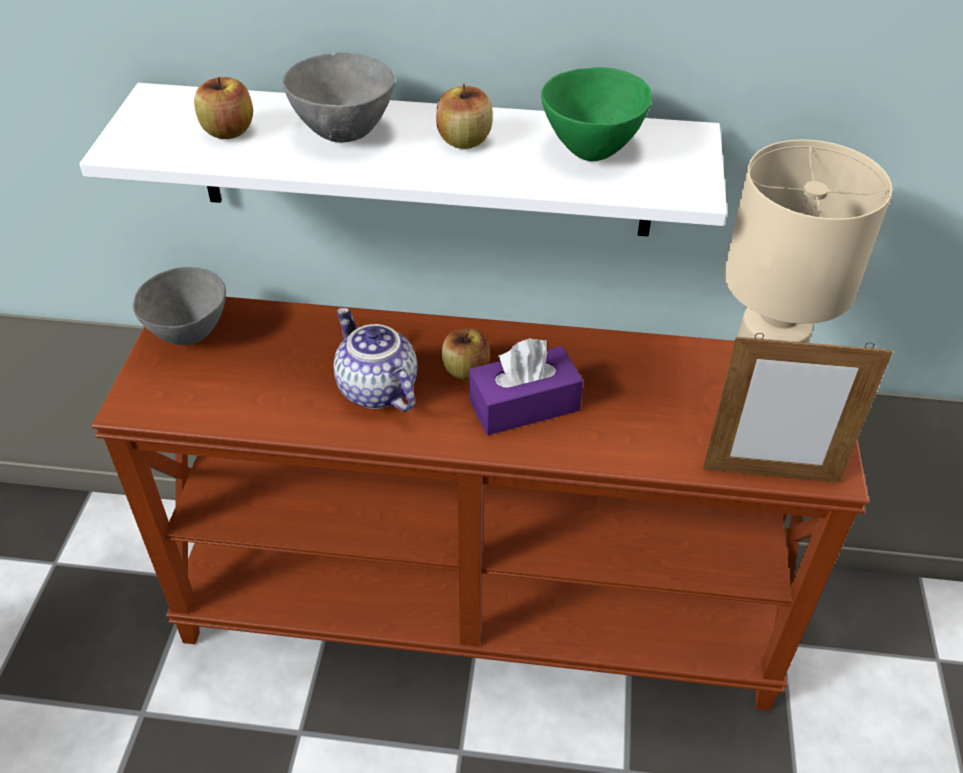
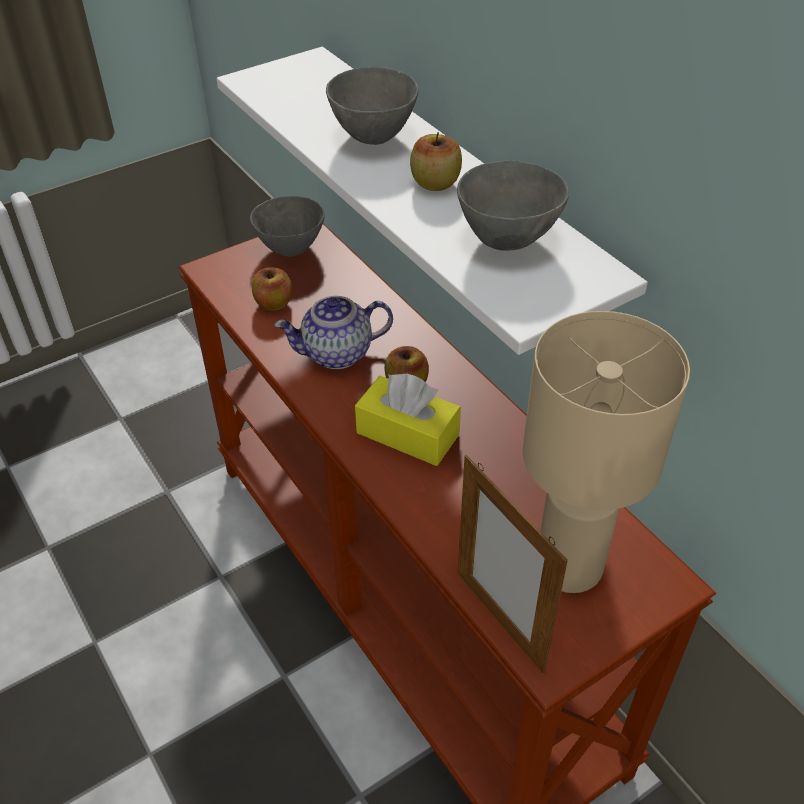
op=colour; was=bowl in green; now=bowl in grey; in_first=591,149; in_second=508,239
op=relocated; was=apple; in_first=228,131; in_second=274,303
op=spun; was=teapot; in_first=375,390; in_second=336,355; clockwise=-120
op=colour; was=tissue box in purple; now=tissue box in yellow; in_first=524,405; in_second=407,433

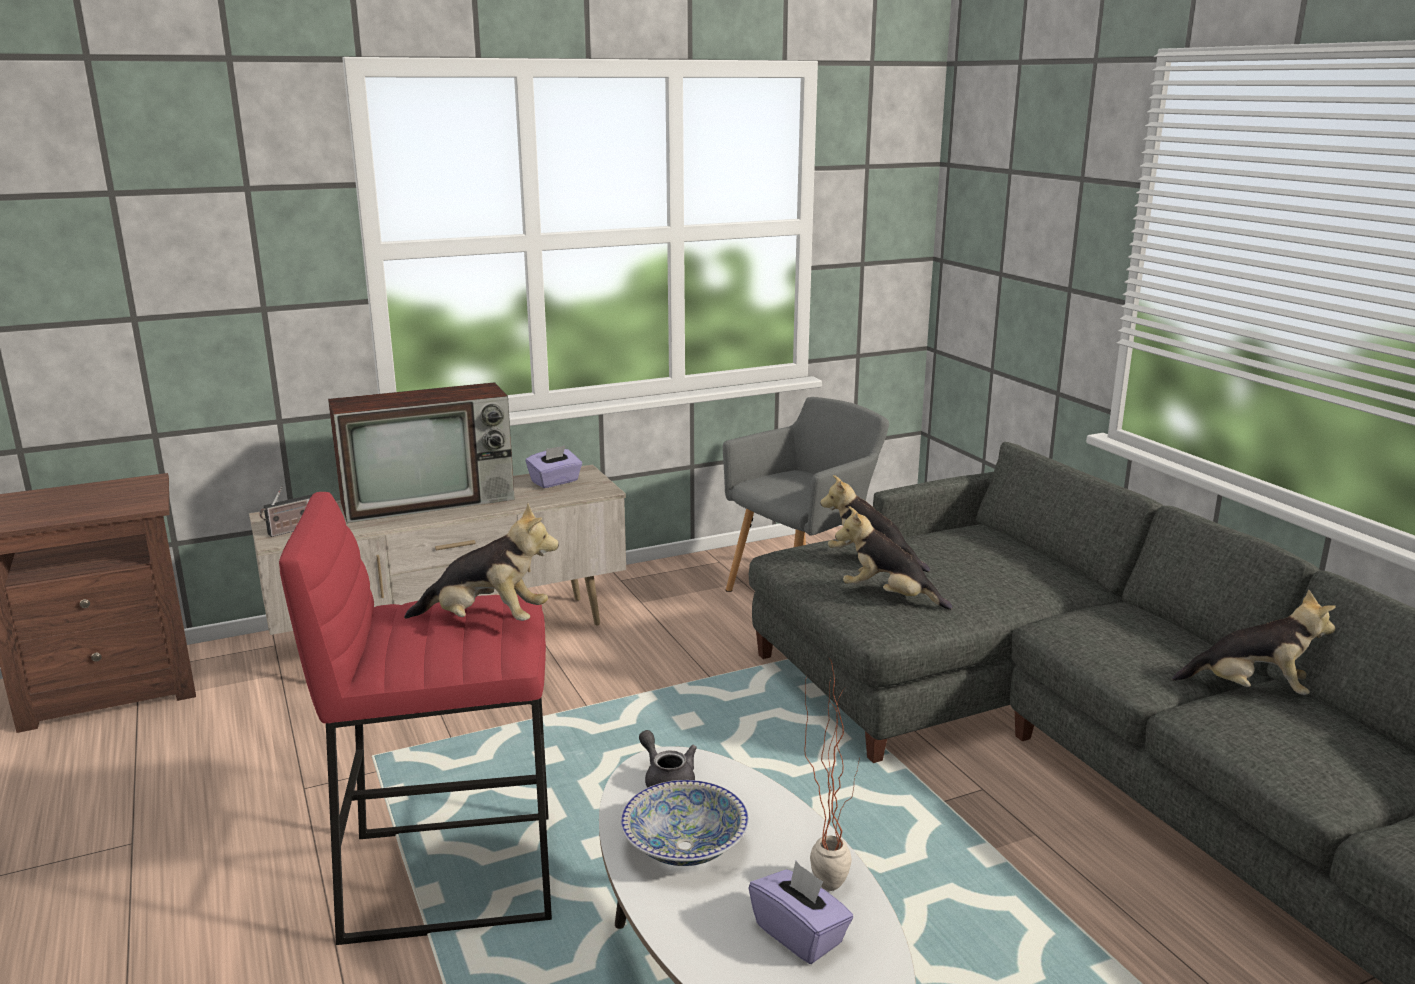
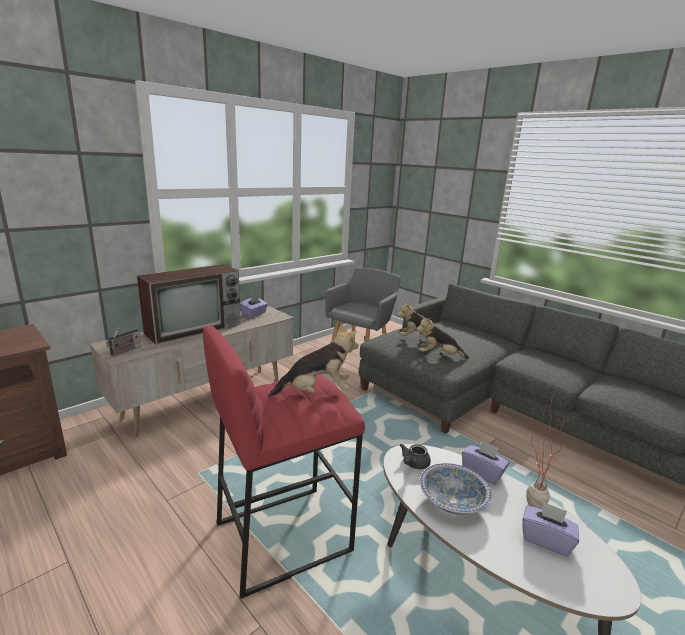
op=missing; was=plush toy; in_first=1251,689
op=spun; was=teapot in grey; in_first=666,780; in_second=413,464; clockwise=-90
op=appeared; now=tissue box in purple; in_second=482,472

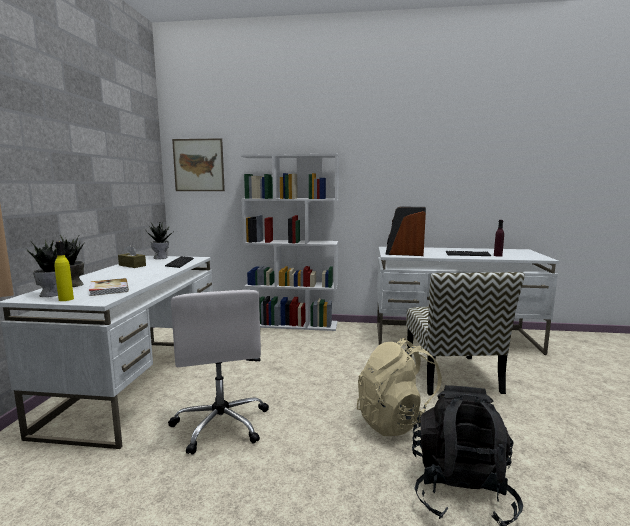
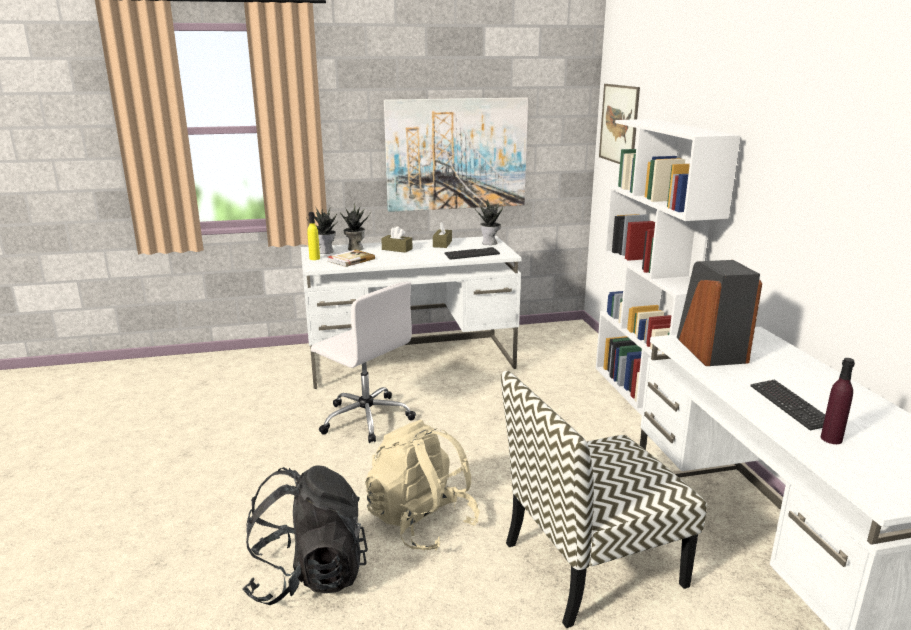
op=spun; was=office chair in white; in_first=221,424; in_second=365,418; clockwise=-105
op=appeared; now=picture; in_second=456,154
op=appeared; now=tissue box in brown; in_second=397,249

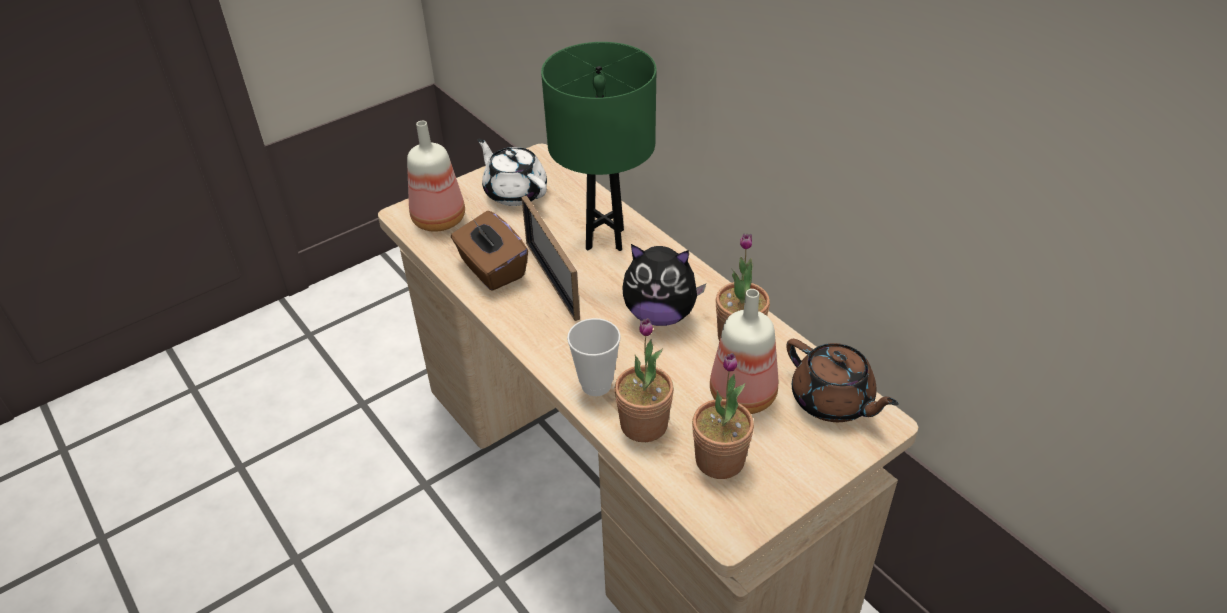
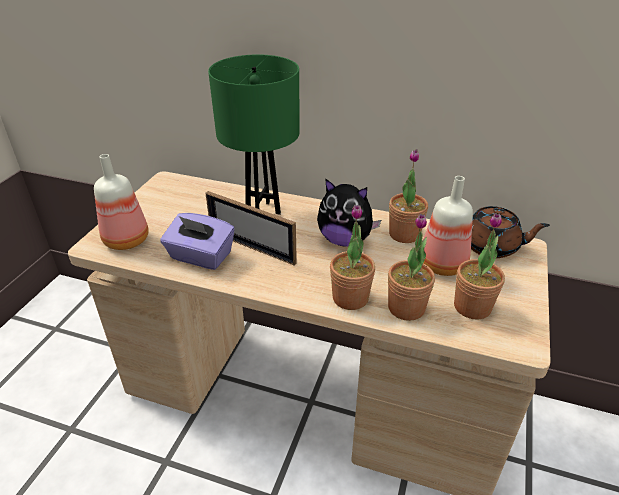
op=missing; was=teapot in white; in_first=515,192
op=colour; was=tissue box in brown; now=tissue box in purple; in_first=491,269; in_second=200,257
op=spun; was=plush toy; in_first=660,315; in_second=345,240; clockwise=45
op=exchanged; was=cup; now=potted plant; in_first=596,385; in_second=350,298

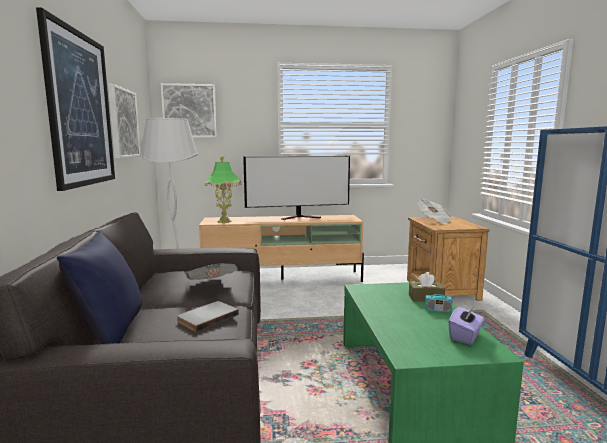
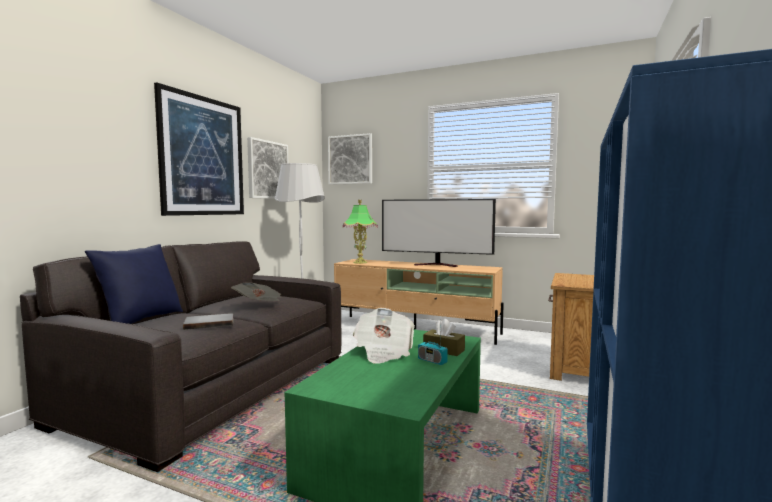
op=relocated; was=newspaper; in_first=434,220; in_second=383,352
op=missing; was=tissue box in purple; in_first=465,336

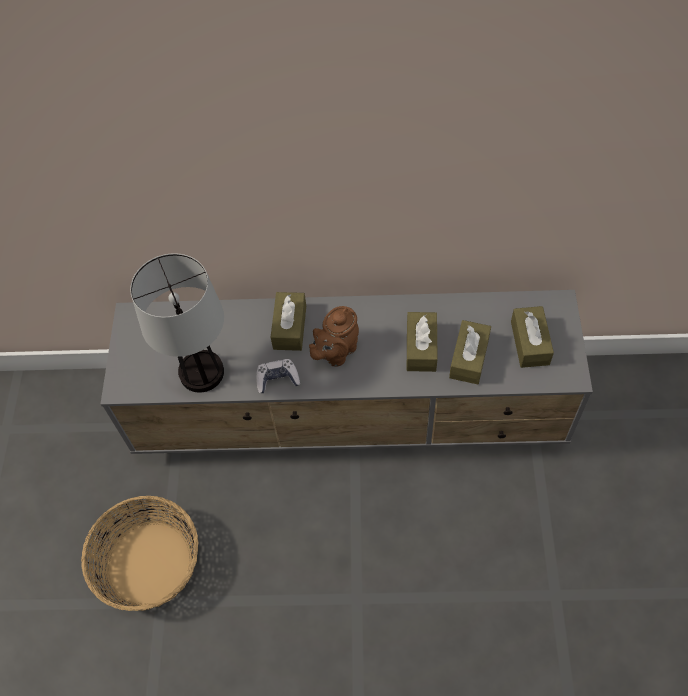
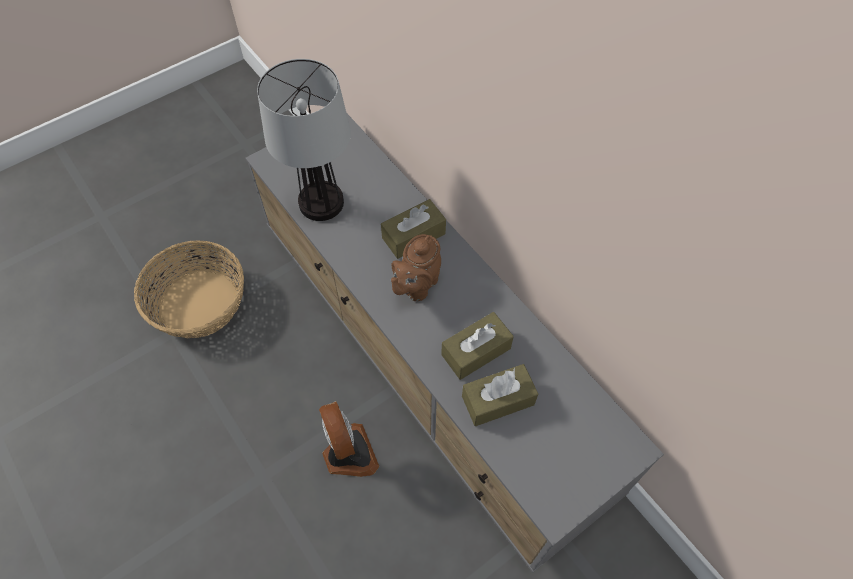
op=spun; was=teapot in brown; in_first=336,352; in_second=416,286; clockwise=-60
op=missing; was=tissue box in brown; in_first=530,343
op=missing; was=game controller; in_first=277,379
op=appeared; now=fan; in_second=348,454

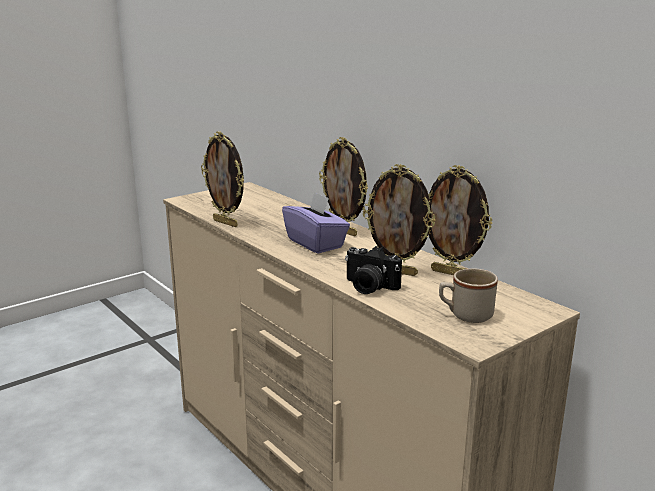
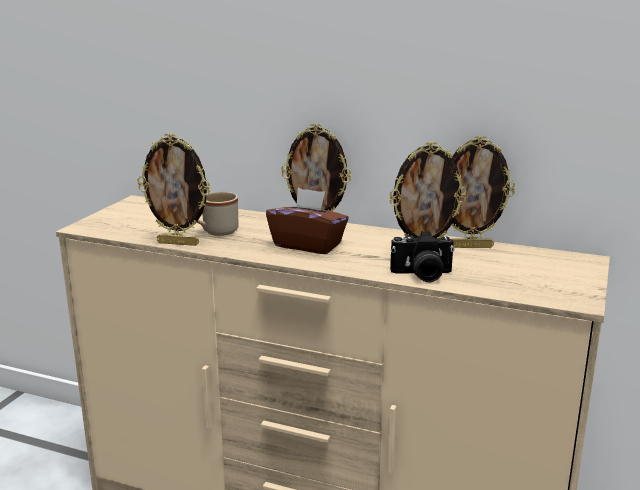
op=colour; was=tissue box in purple; now=tissue box in brown; in_first=316,243; in_second=308,245
op=relocated; was=mug in beige; in_first=465,315; in_second=215,232

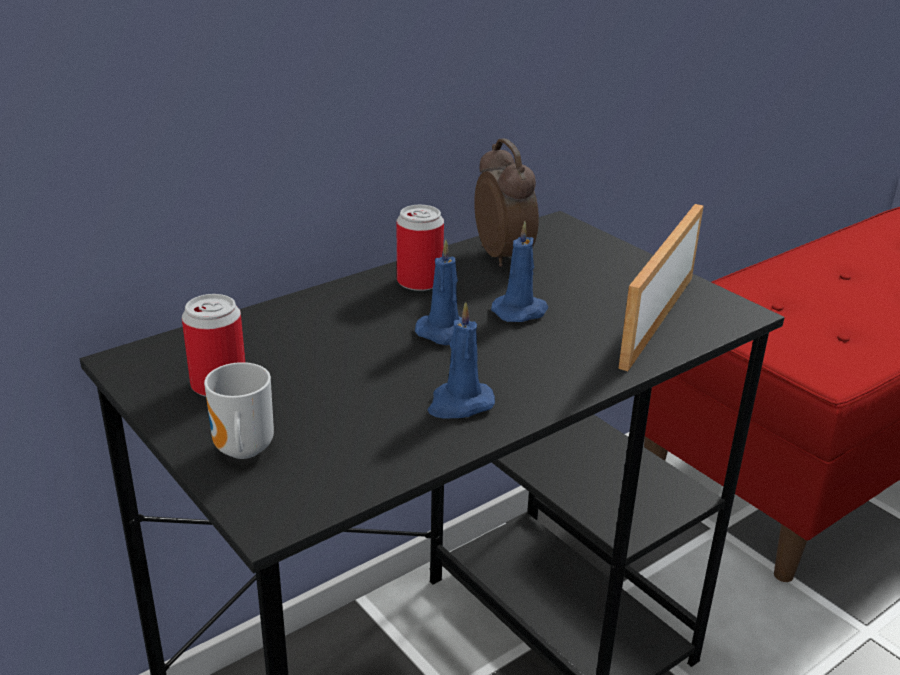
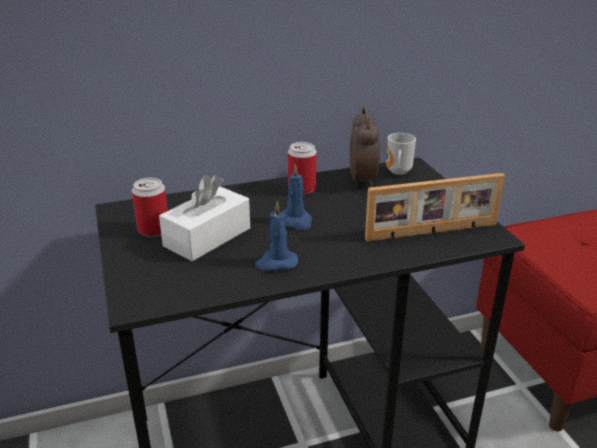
op=spun; was=picture frame; in_first=654,319; in_second=432,232; clockwise=-150
op=missing; was=candle in blue; in_first=521,311
op=relocated; was=mug; in_first=241,452; in_second=397,172
op=appeared; now=tissue box in white; in_second=207,237

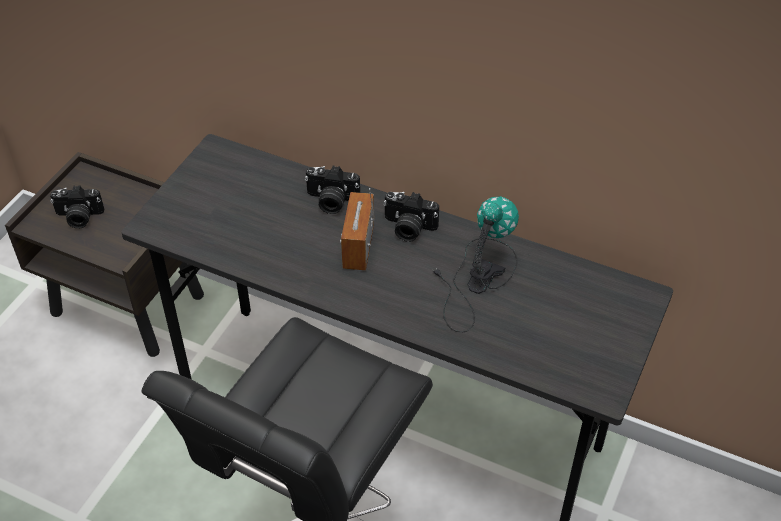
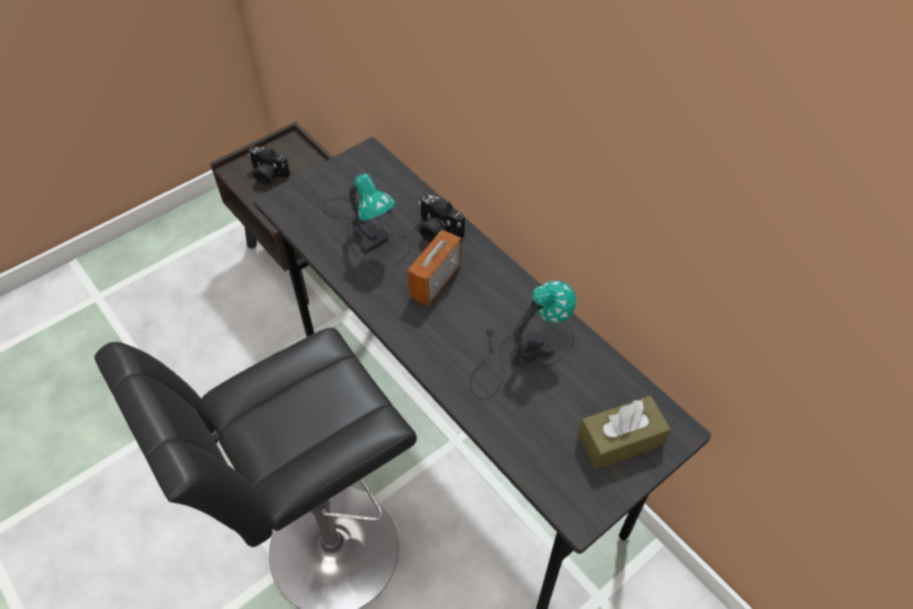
op=missing; was=photo camera; in_first=408,228
op=appeared; now=table lamp; in_second=368,230
op=appeared; now=tissue box in brown; in_second=620,440

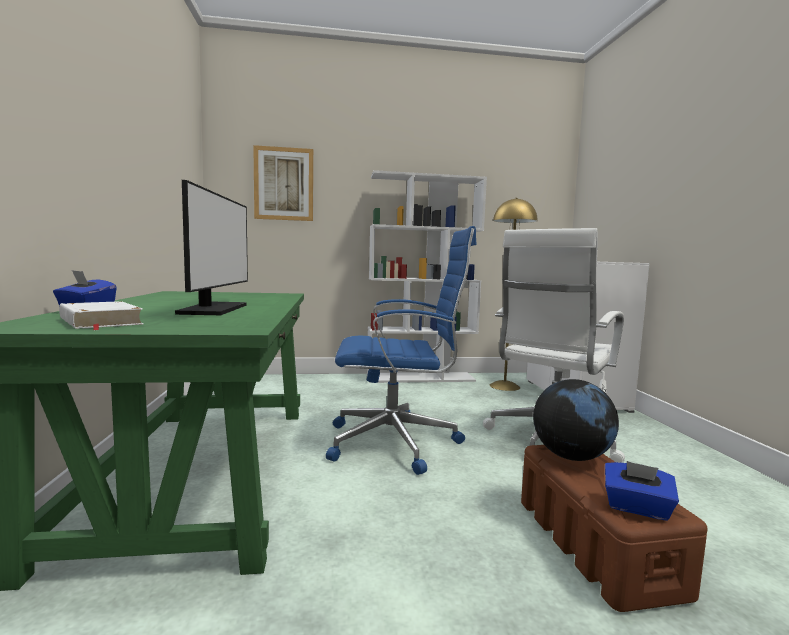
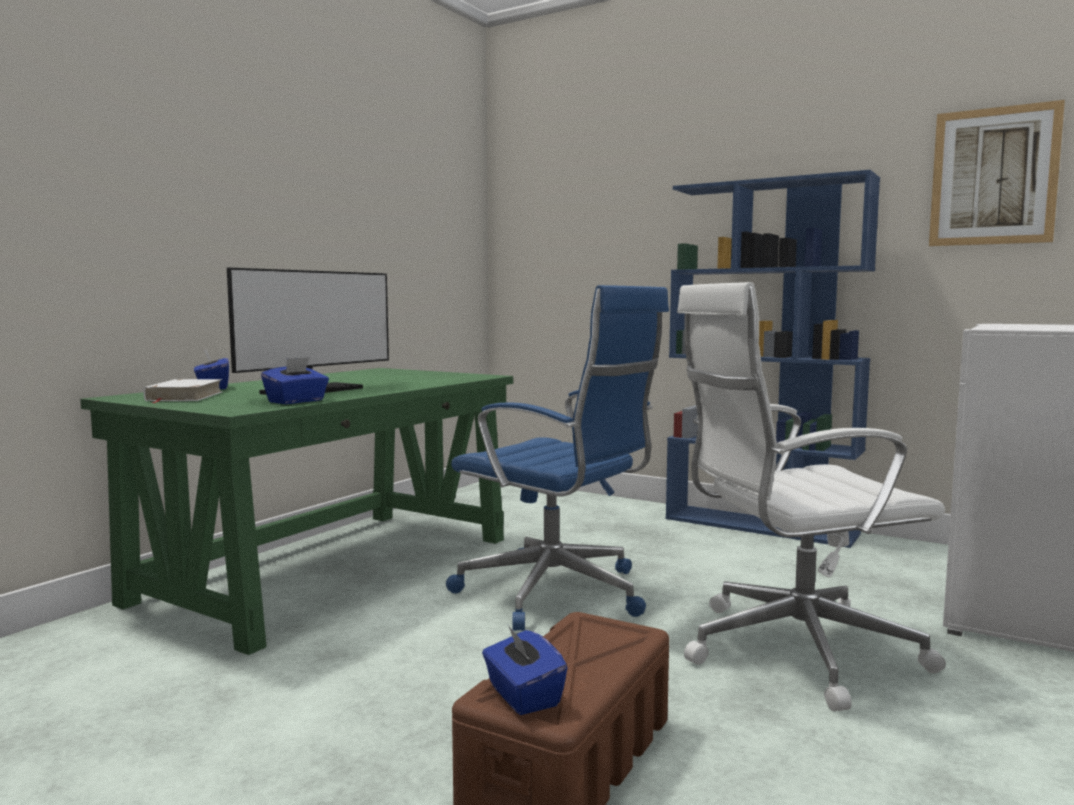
op=relocated; was=picture; in_first=284,184; in_second=993,176
op=colour; was=bookcase in white; now=bookcase in blue; in_first=420,378; in_second=761,526
op=missing; was=floor lamp in yellow; in_first=504,386
op=missing; was=globe; in_first=571,456
op=appeared; now=tissue box in blue; in_second=296,401

